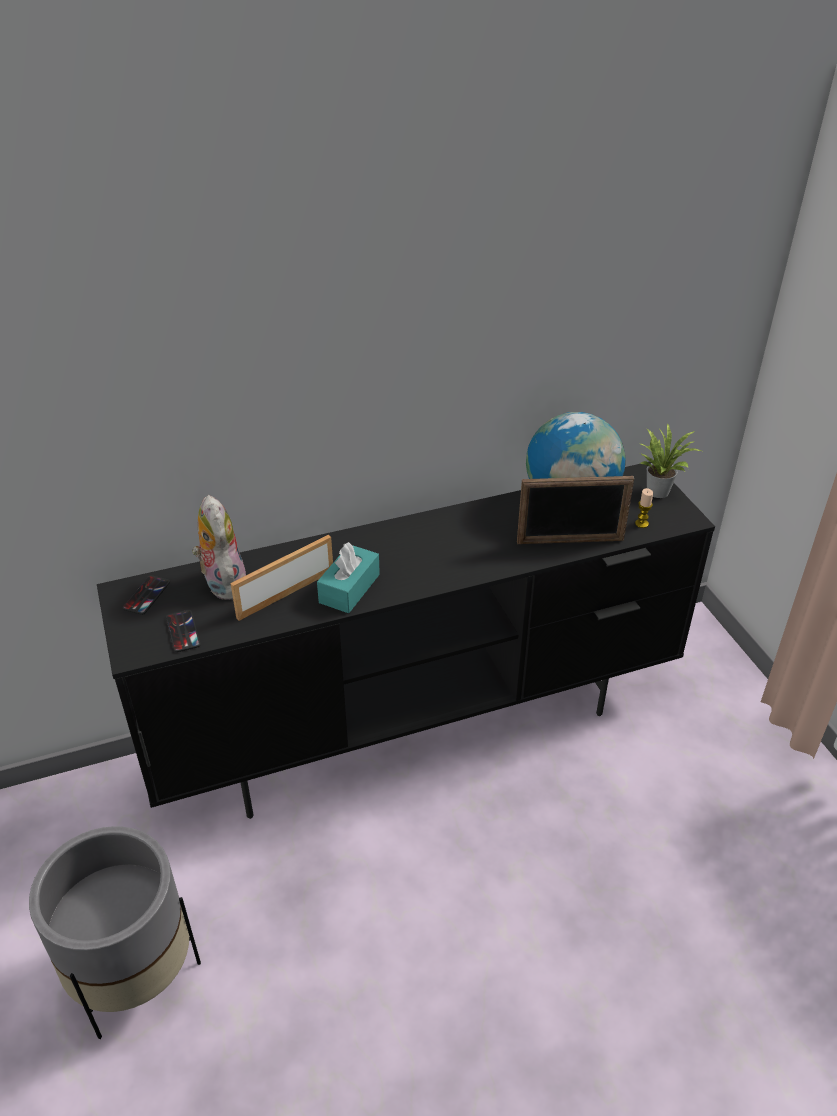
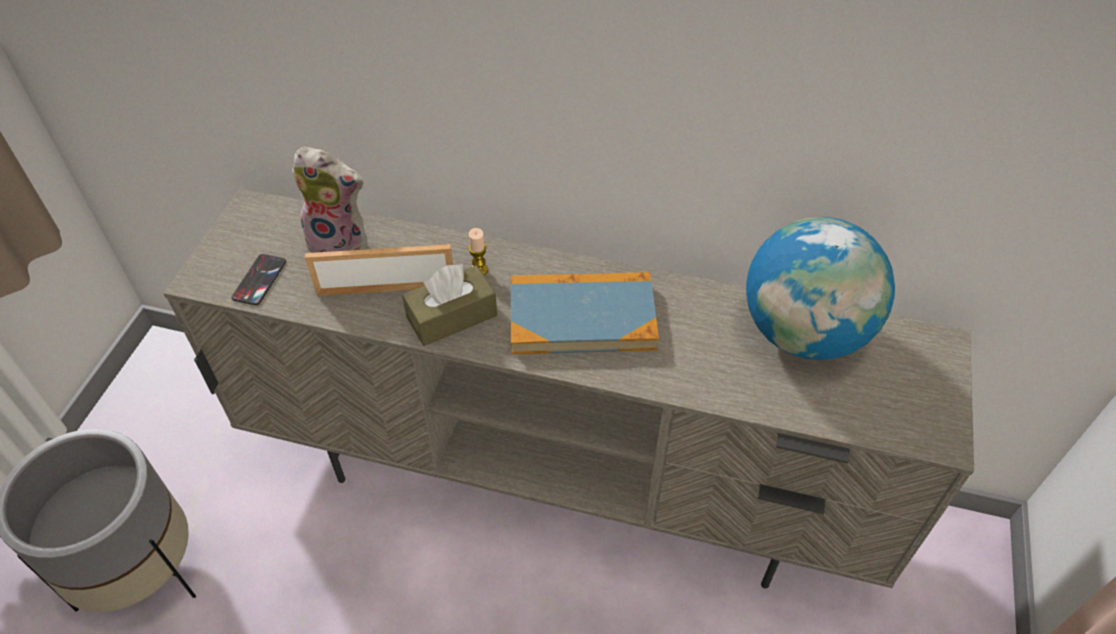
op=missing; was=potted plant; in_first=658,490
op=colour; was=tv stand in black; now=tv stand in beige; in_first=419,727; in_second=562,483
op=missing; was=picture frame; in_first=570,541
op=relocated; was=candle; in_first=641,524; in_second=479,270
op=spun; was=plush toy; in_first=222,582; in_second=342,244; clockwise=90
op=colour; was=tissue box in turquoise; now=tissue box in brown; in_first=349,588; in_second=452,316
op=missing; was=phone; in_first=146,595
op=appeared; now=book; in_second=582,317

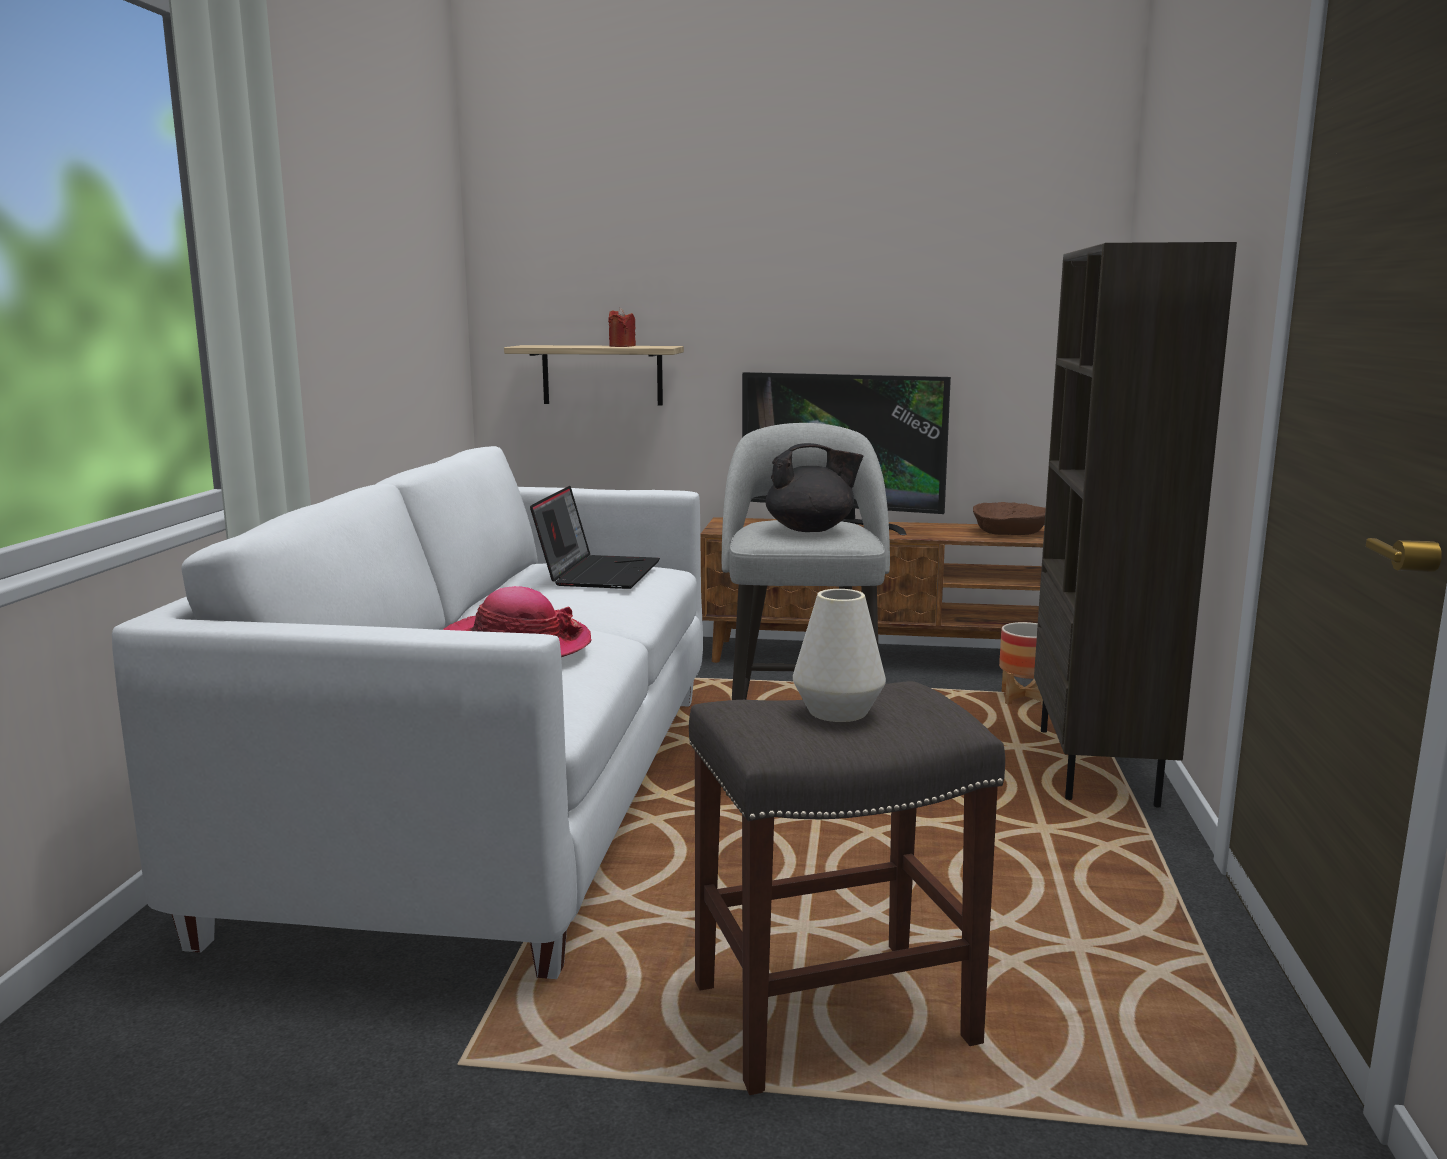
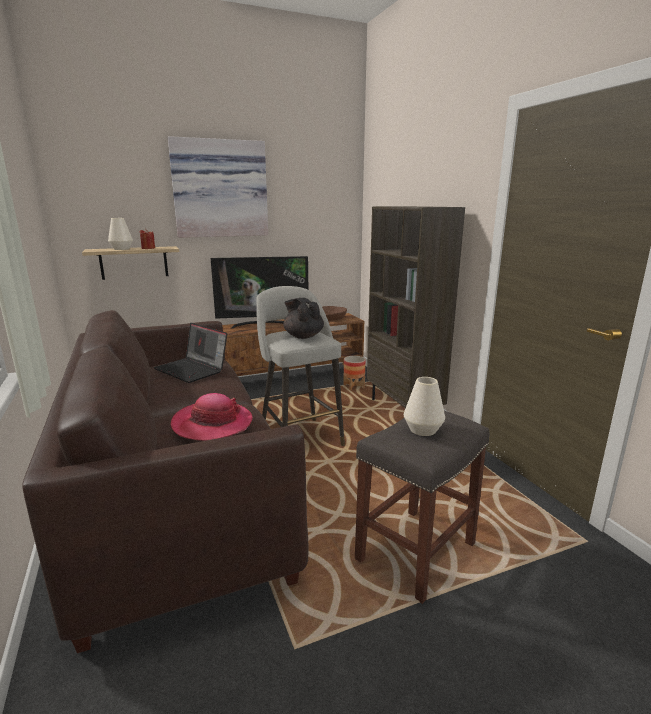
op=spun; was=teapot in black; in_first=811,530; in_second=303,336; clockwise=-90
op=colour; was=sofa in white; now=sofa in brown; in_first=497,797; in_second=177,494
op=spun; was=laptop; in_first=598,573; in_second=193,370; clockwise=150
op=appeared; now=picture; in_second=220,189
op=appeared; now=vase in white; in_second=121,249

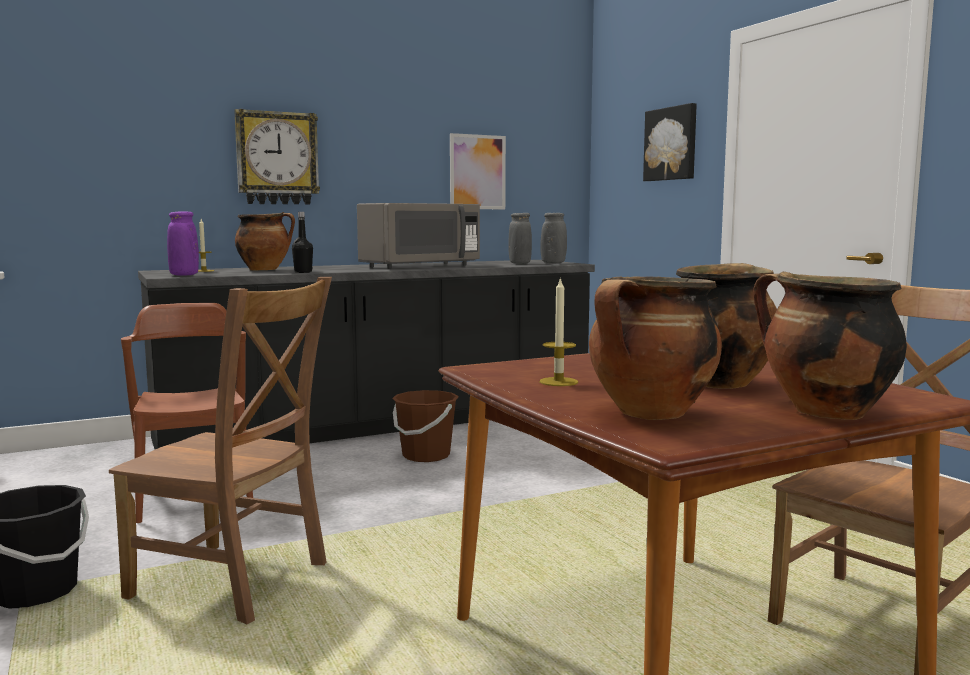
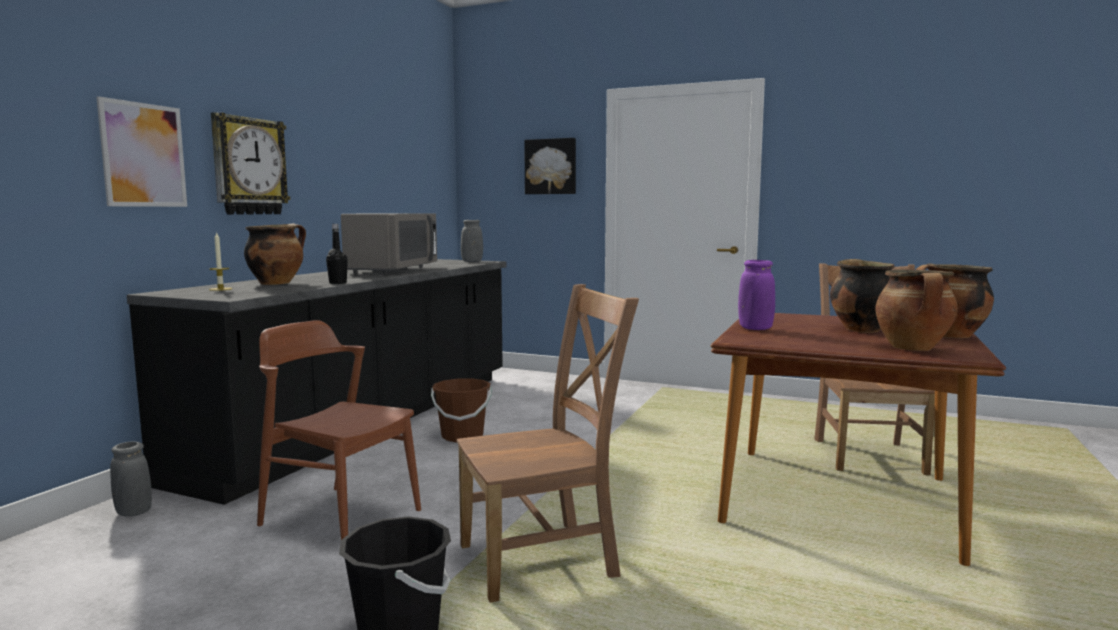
op=relocated; was=picture; in_first=477,172; in_second=143,155
op=relocated; was=vase in purple; in_first=184,275; in_second=755,329
op=relocated; was=vase in grey; in_first=520,263; in_second=133,512
op=missing; was=candle; in_first=558,382

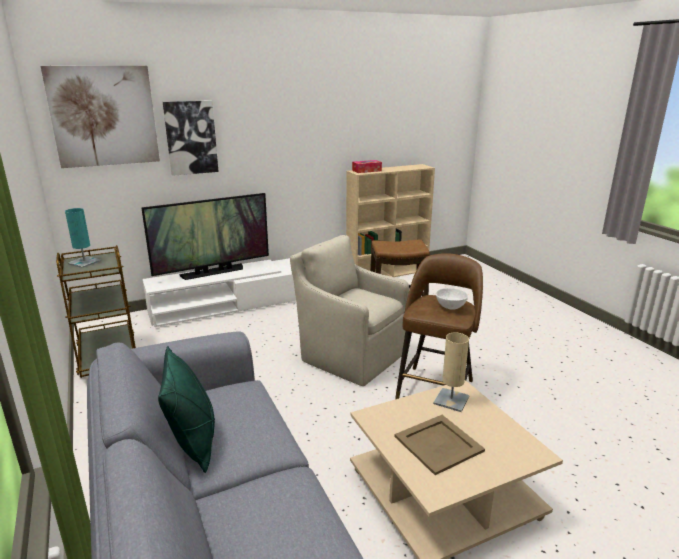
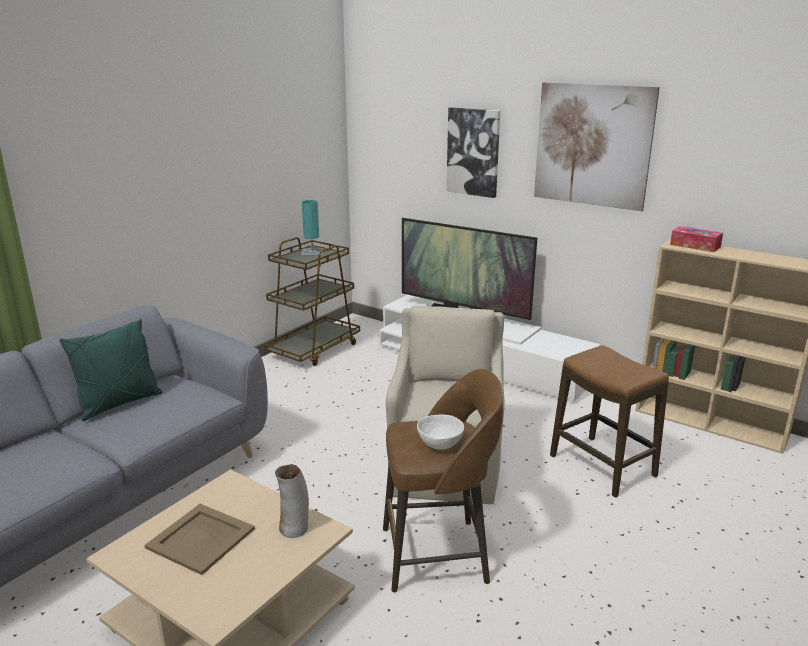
op=relocated; was=picture; in_first=104,116; in_second=592,145
op=exchanged; was=table lamp in beige; now=vase; in_first=451,400; in_second=294,528

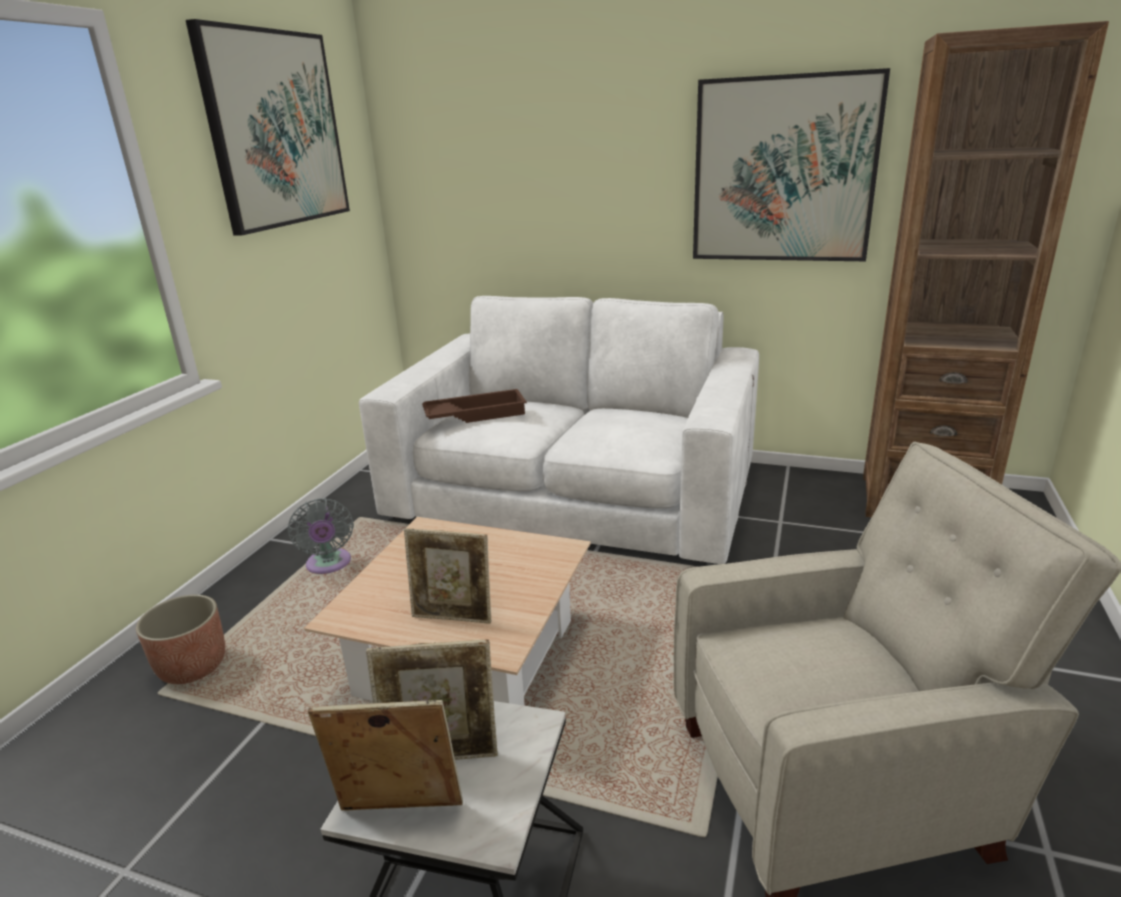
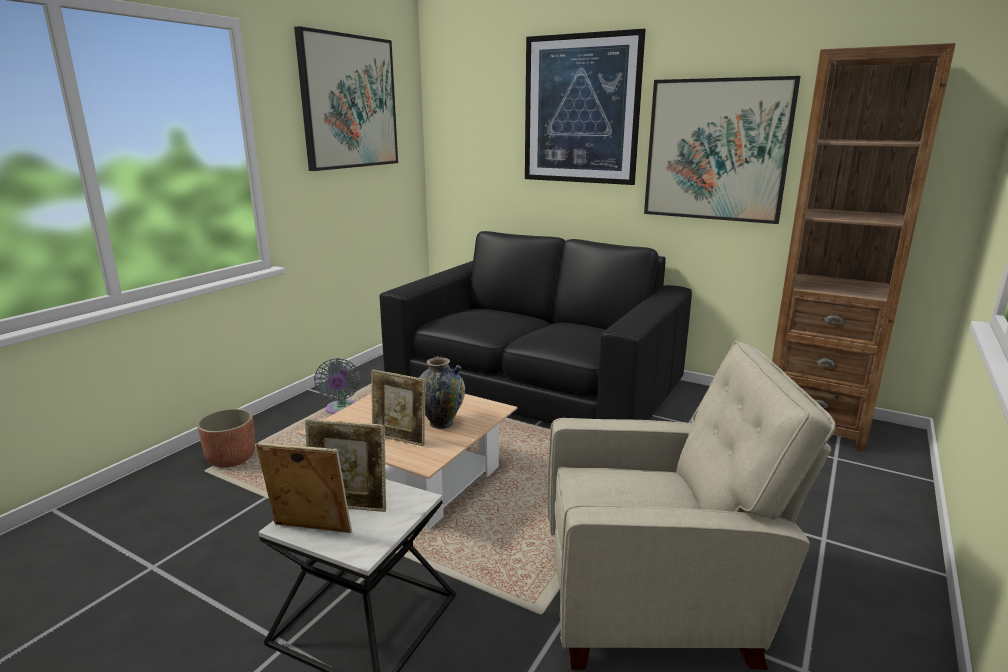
op=colour; was=sofa in white; now=sofa in black; in_first=576,491; in_second=536,384
op=missing; was=tray in brown; in_first=475,414
op=appeared; now=picture; in_second=581,110
op=appeared; now=vase; in_second=441,423

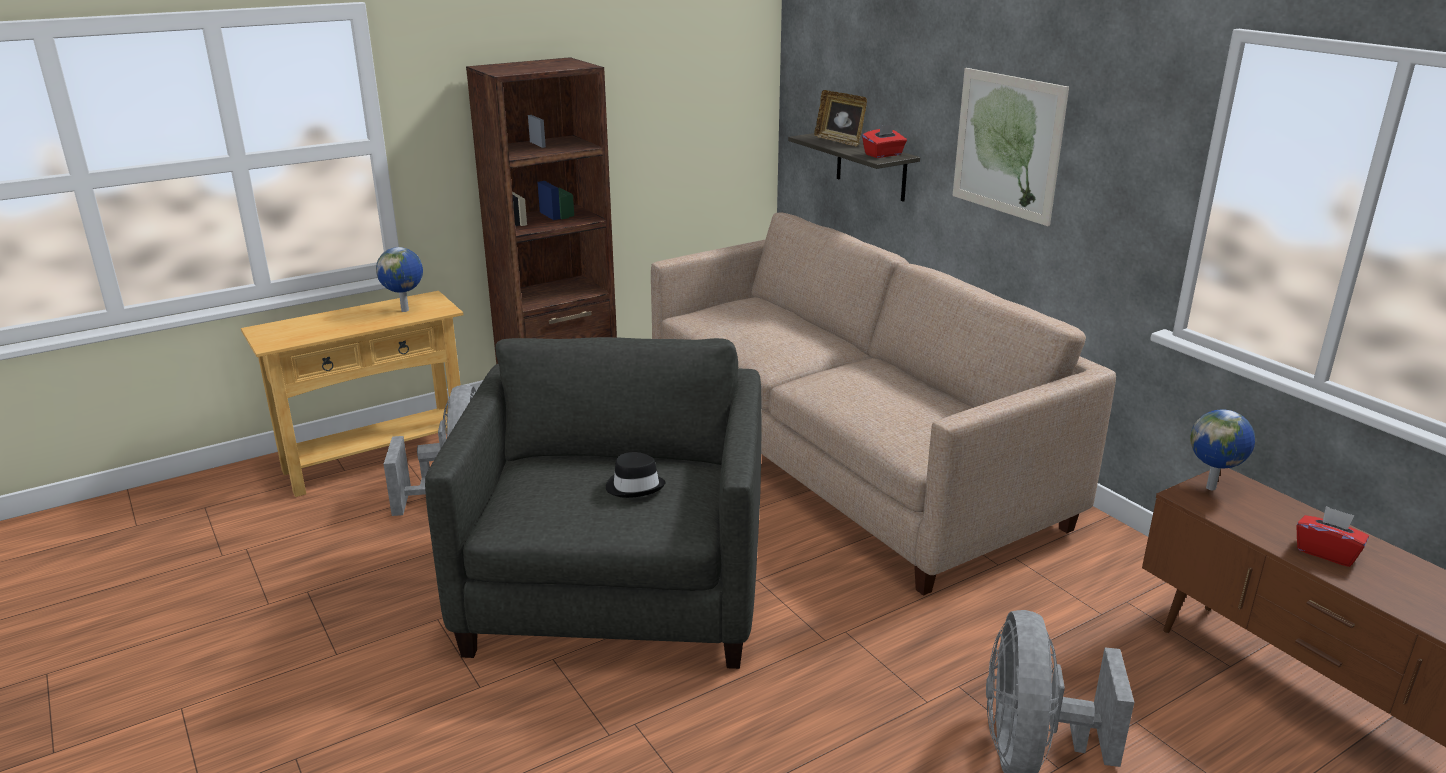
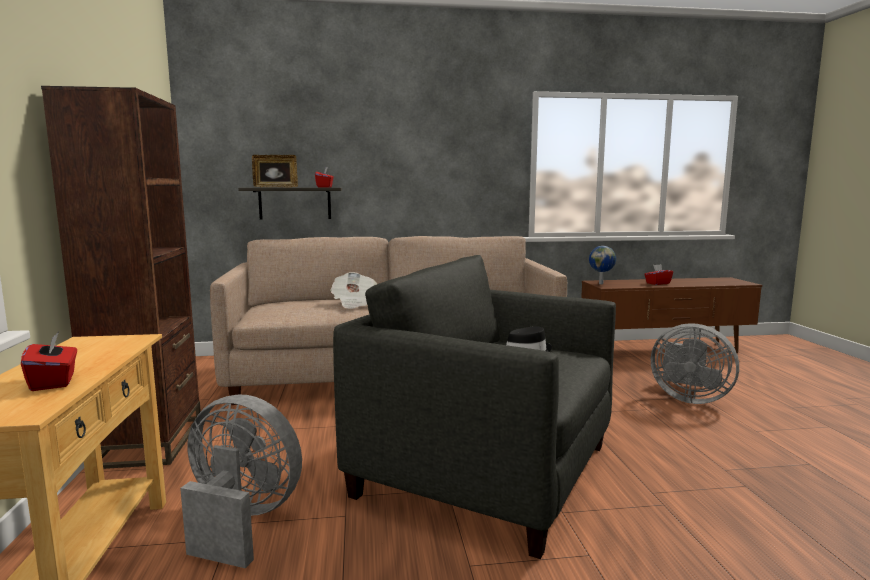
op=missing; was=picture; in_first=1007,145
op=missing; was=globe; in_first=406,310
op=appeared; now=newspaper; in_second=354,303
op=appeared; now=tissue box in red; in_second=54,381

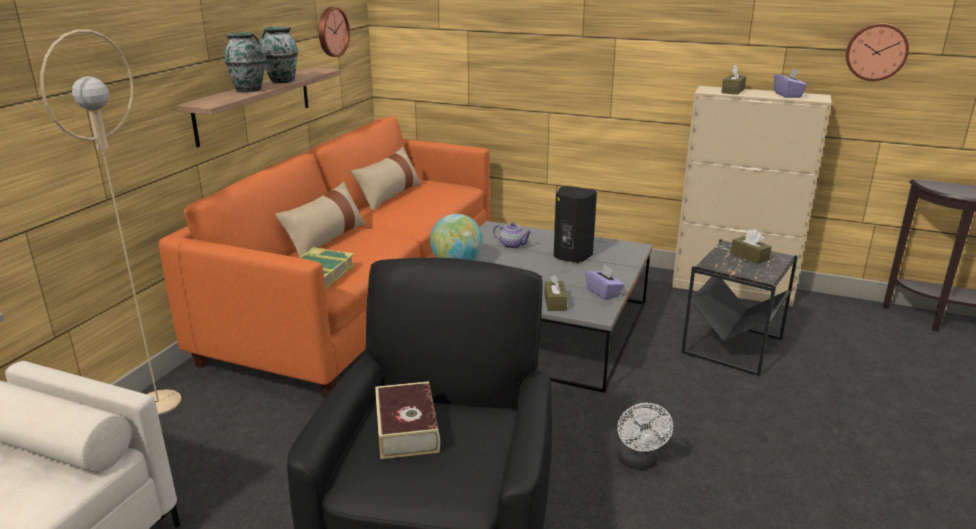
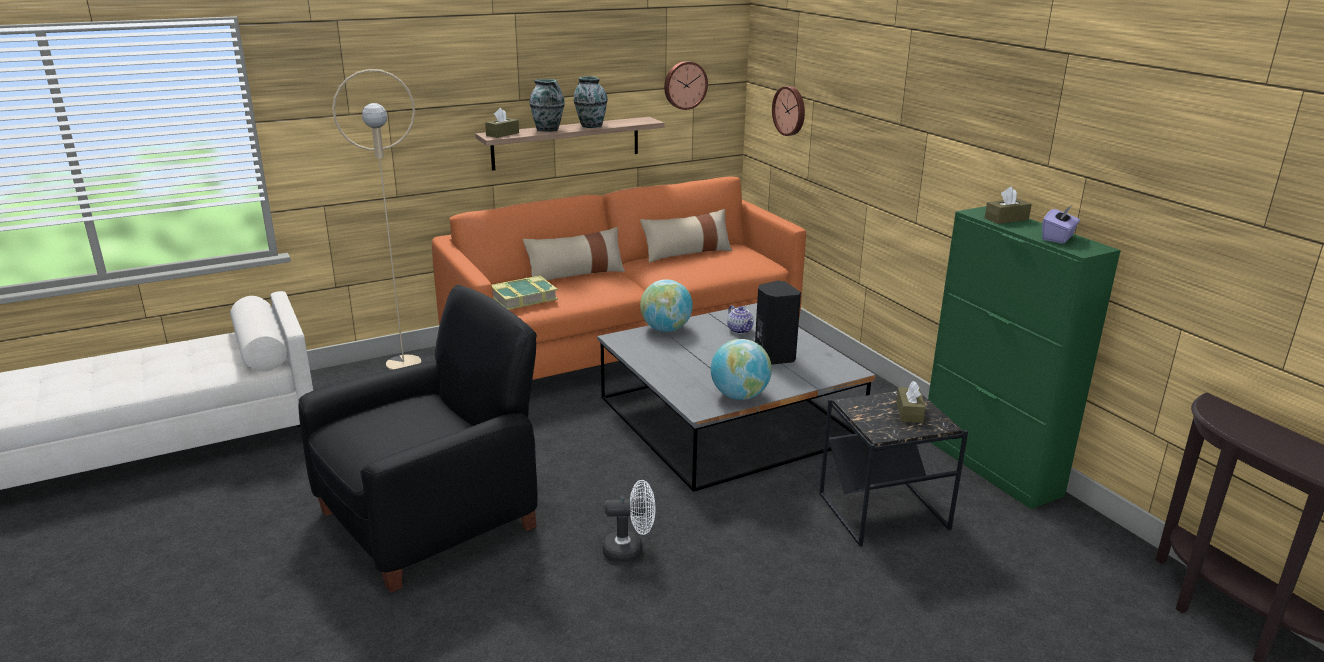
op=relocated; was=wall clock; in_first=876,51; in_second=790,110
op=colour; was=cabinet in beige; now=cabinet in green; in_first=733,289; in_second=990,466
op=exchanged; was=tissue box in purple; now=globe; in_first=603,293; in_second=739,396
op=relocated; was=tissue box in brown; in_first=555,302; in_second=502,134
op=missing; was=book; in_first=407,429
op=spun; was=fan in white; in_first=639,462; in_second=630,550; clockwise=-135

